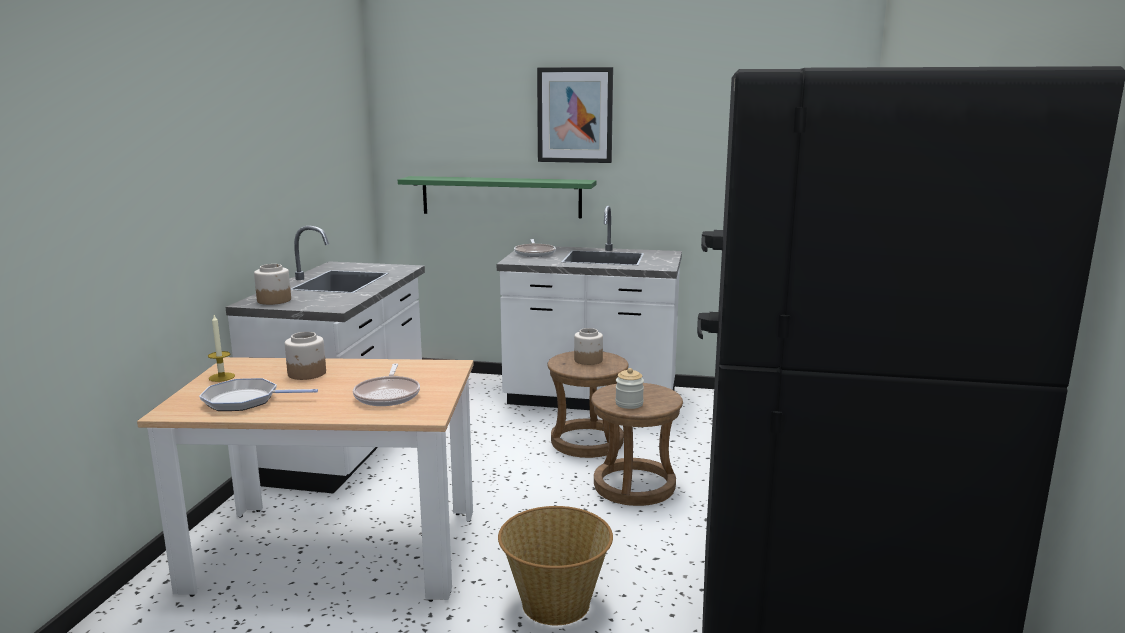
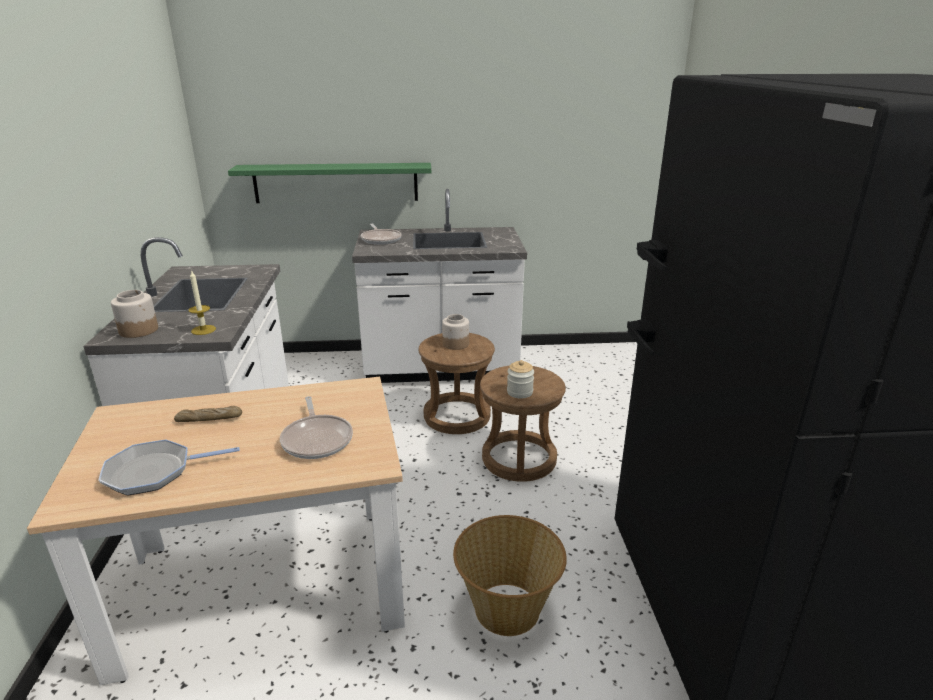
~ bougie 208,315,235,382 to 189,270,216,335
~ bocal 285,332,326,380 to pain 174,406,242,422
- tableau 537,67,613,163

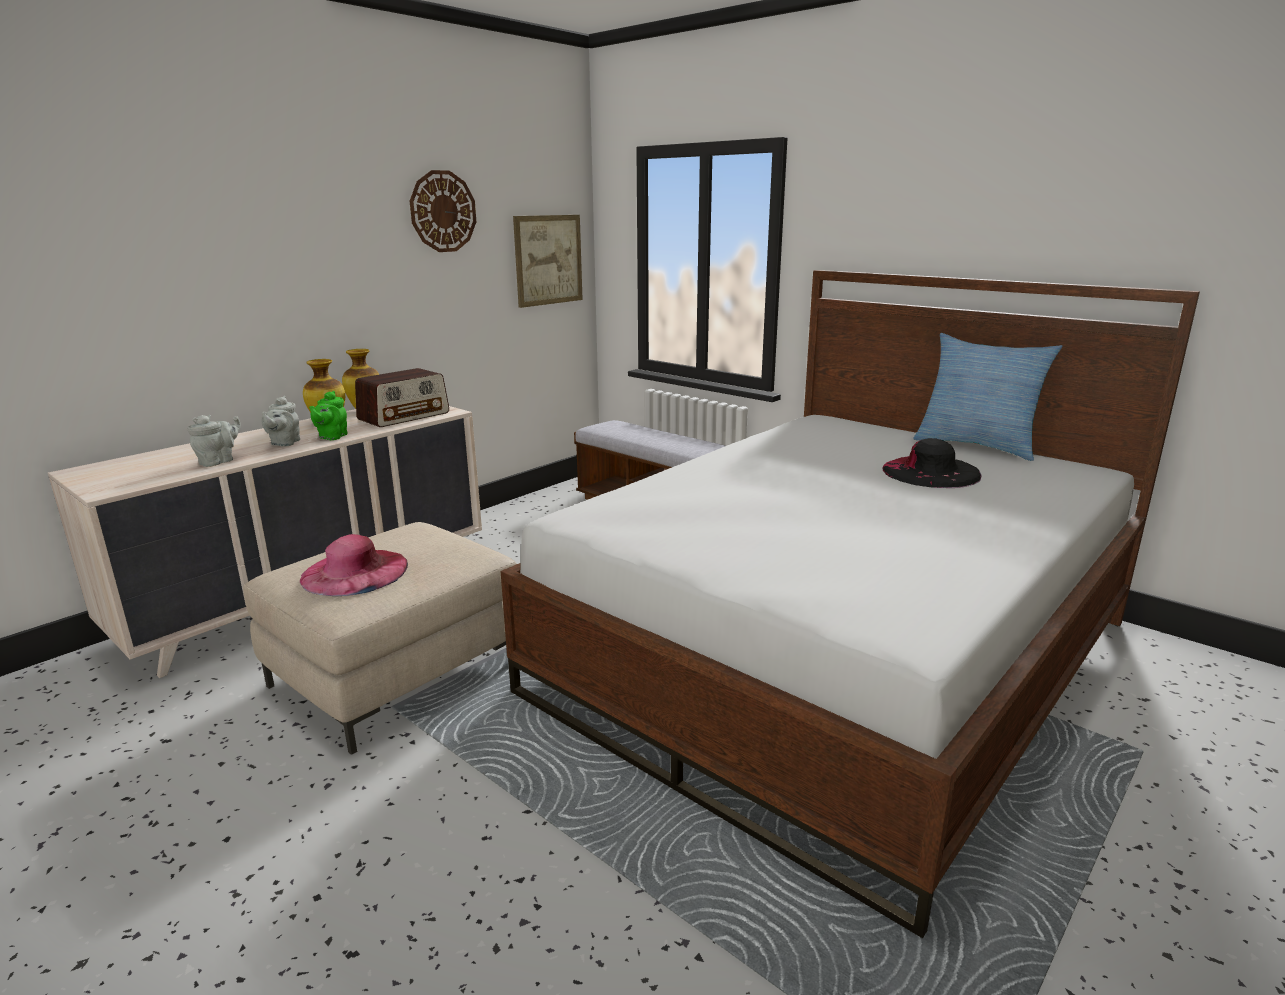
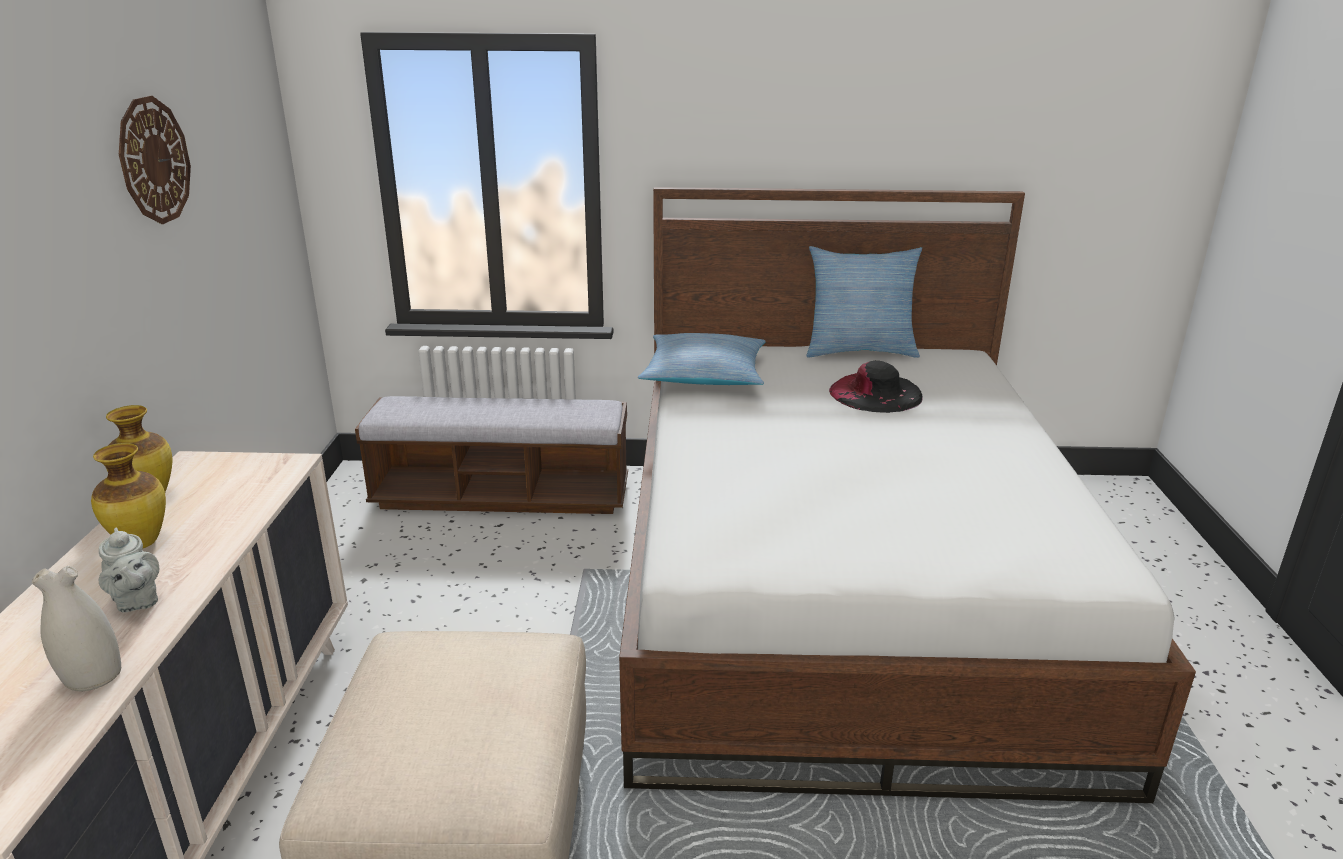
~ théière (gris) 187,415,241,467 to vase (blanc) 32,566,121,691
- chapeau (rose) 300,534,408,596
- théière (vert) 309,391,347,440
- radio 355,368,449,427
- tableau 513,215,583,308
+ coussin 638,333,766,385

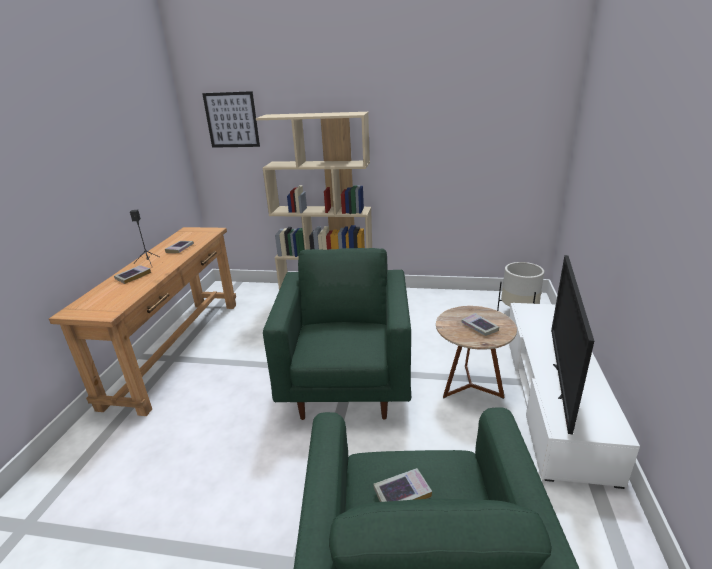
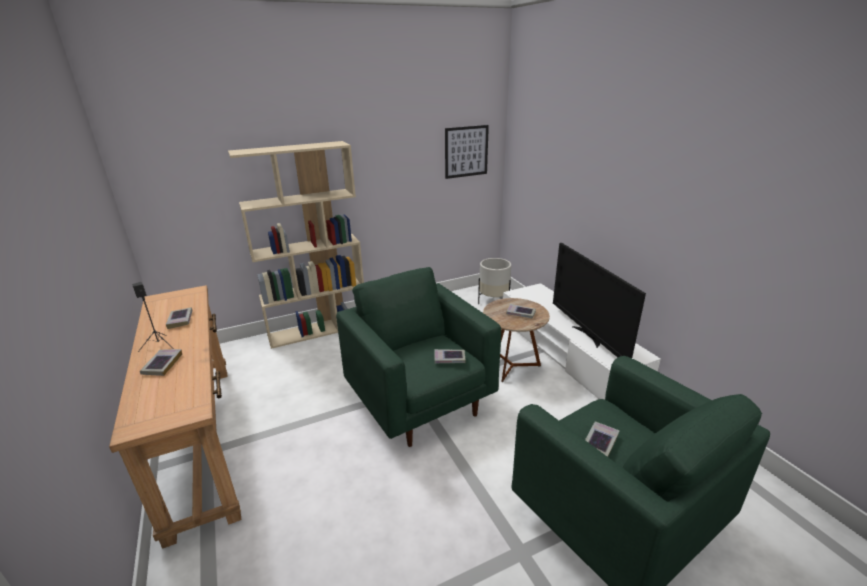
~ tableau 202,91,260,148 to 445,125,489,179
+ livre 434,349,466,363

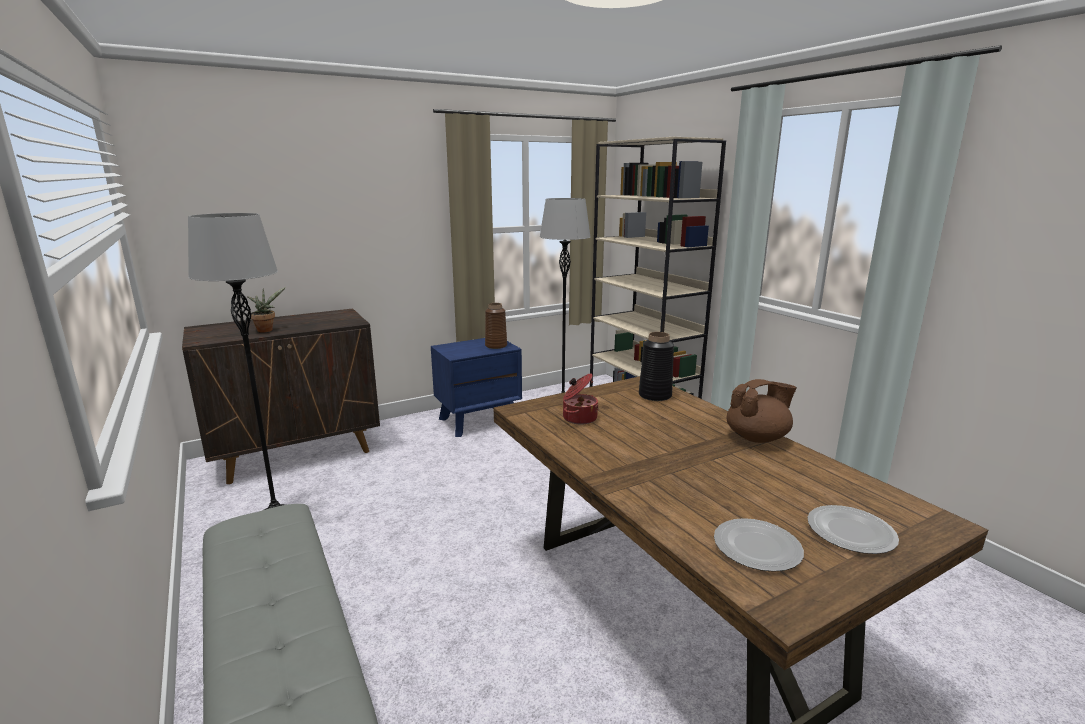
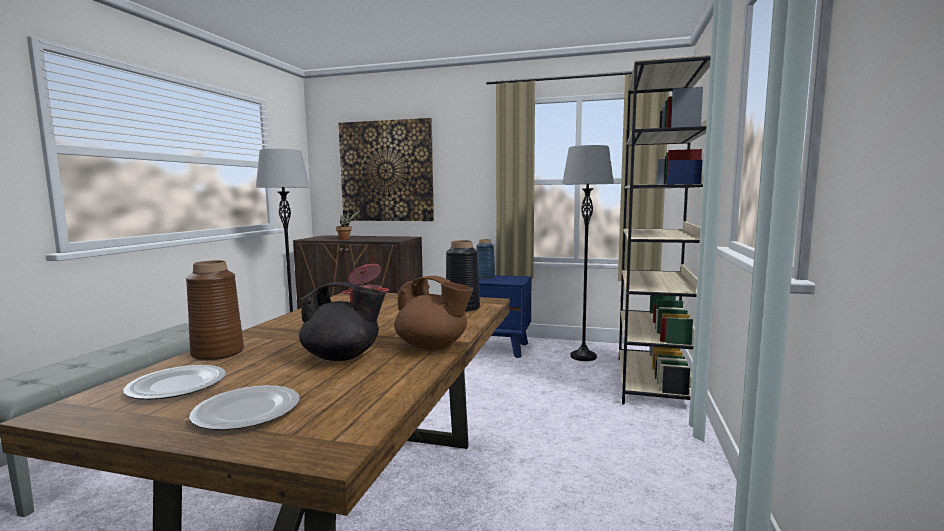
~ vase (marron) 485,303,507,349 to 186,260,244,361
+ théière (noir) 299,282,386,361
+ tableau 338,118,434,221
+ vase (bleu) 476,239,495,279

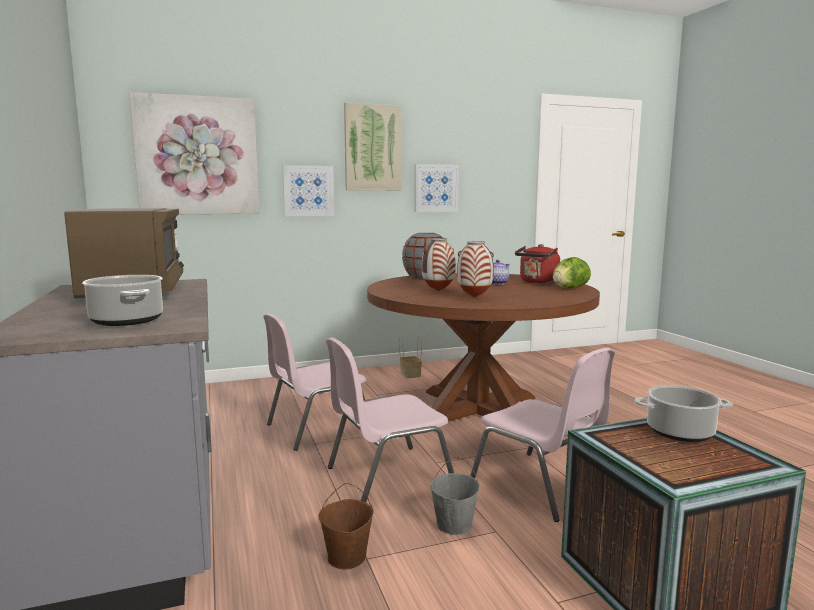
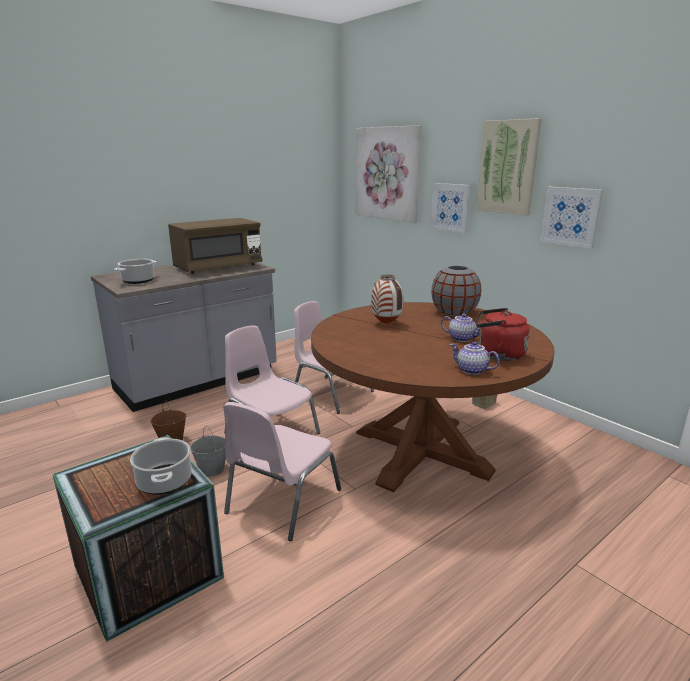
- vase 457,241,494,297
~ laitue 553,257,591,288 to théière 450,341,500,375

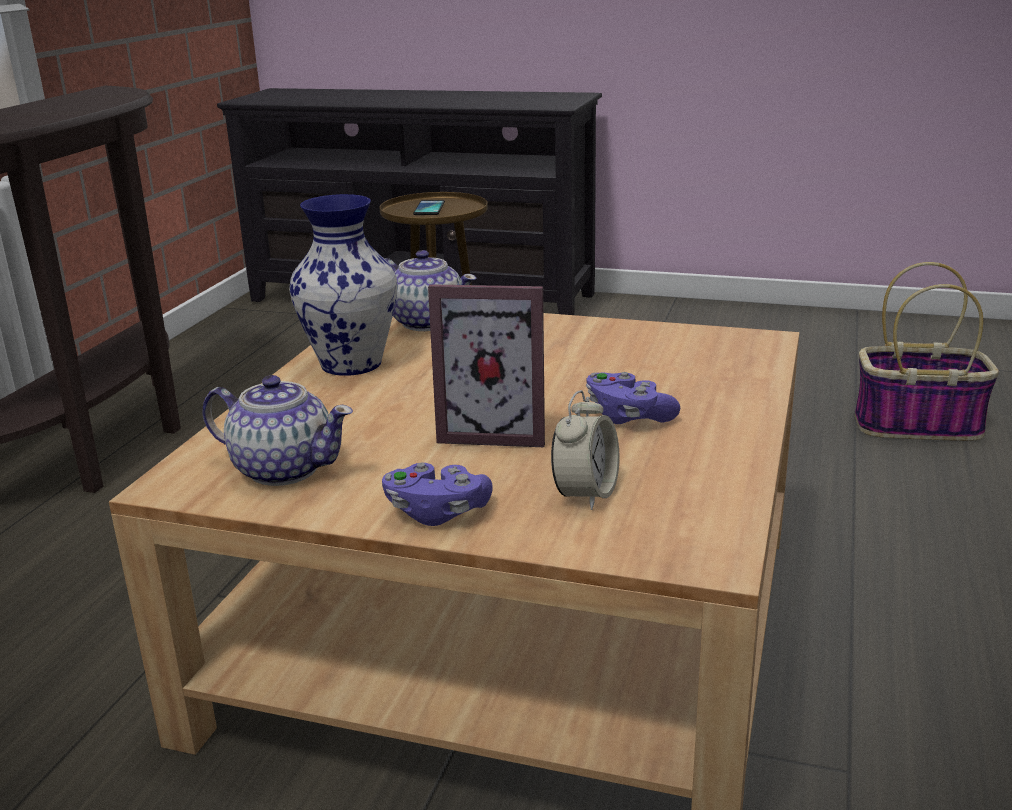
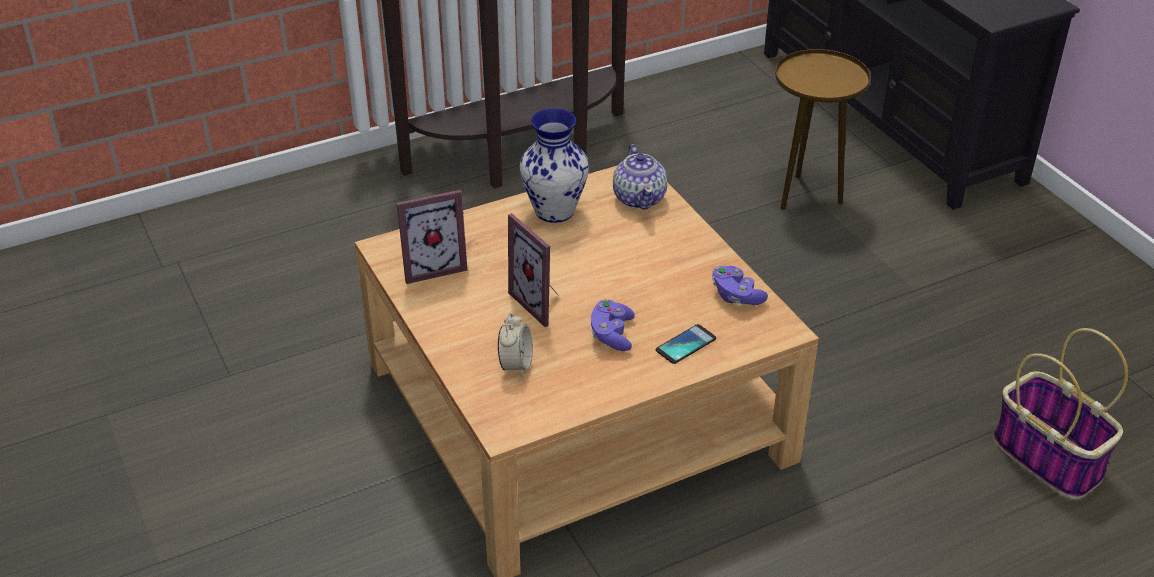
~ théière 203,375,353,486 to cadre photo 397,190,467,284
~ manette (violet) 382,463,493,526 to 712,266,768,305
~ téléphone 413,200,445,215 to 656,324,716,364
~ réveil 551,390,619,510 = 498,313,533,377 60 degrees counterclockwise

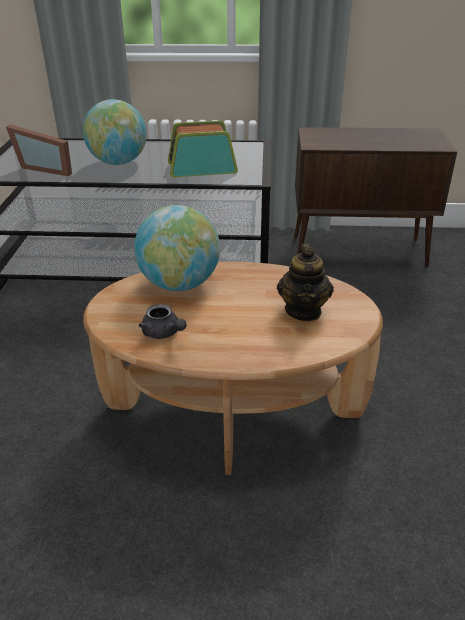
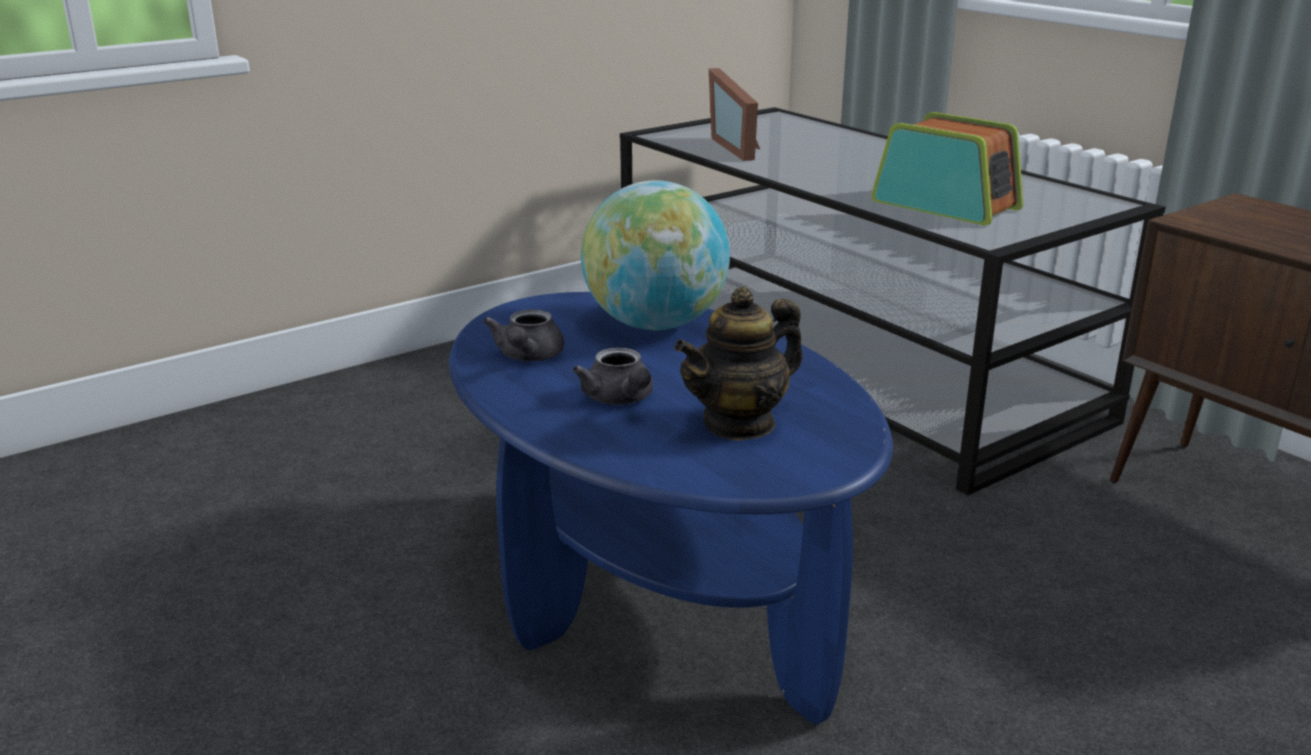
- globe 83,99,147,165
~ table basse (marron) 83,262,383,475 to table basse (bleu) 449,292,893,725
+ théière (gris) 573,348,653,405

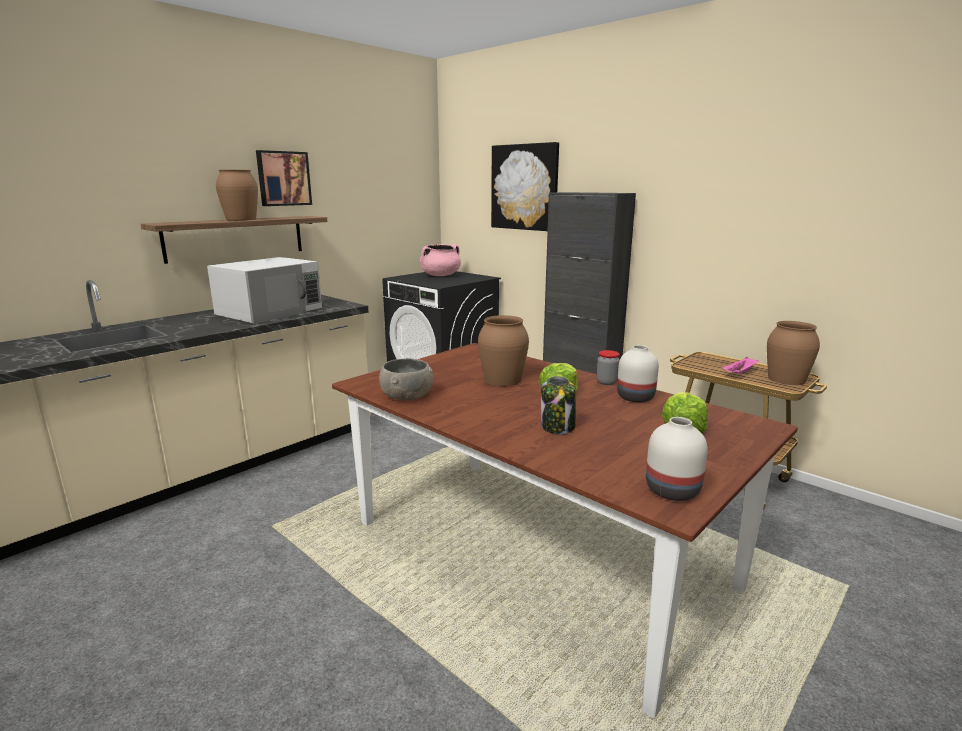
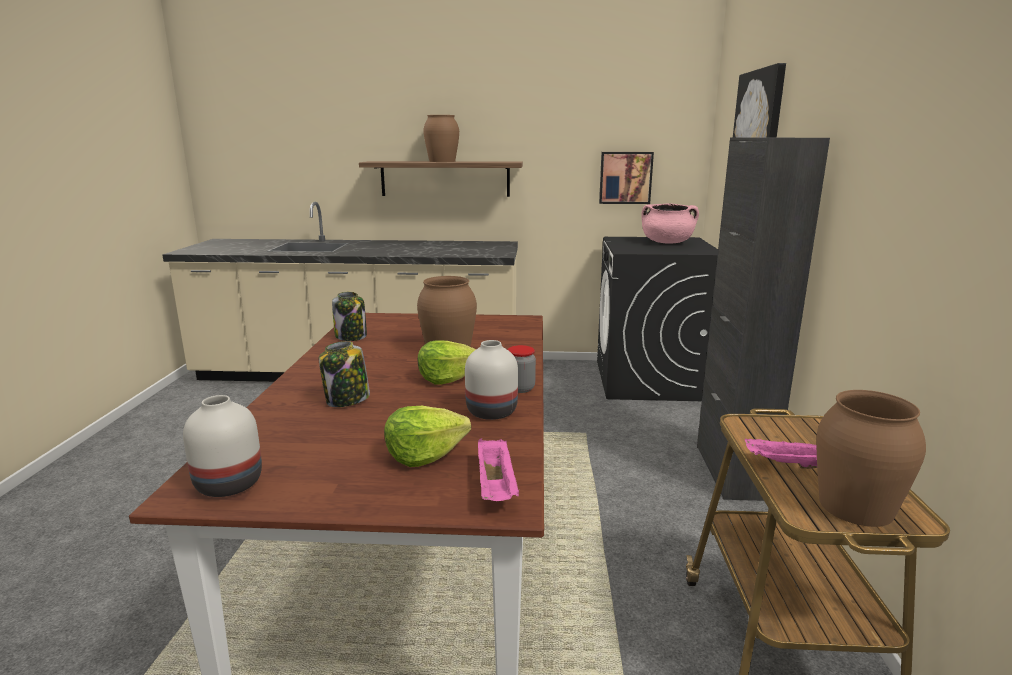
- micro-ondes (blanc) 207,257,322,324
~ tableau 256,150,312,206 to 599,152,654,204
~ bol (gris) 379,359,433,400 to bocal 332,292,367,341
+ plateau (rose) 478,438,519,501

